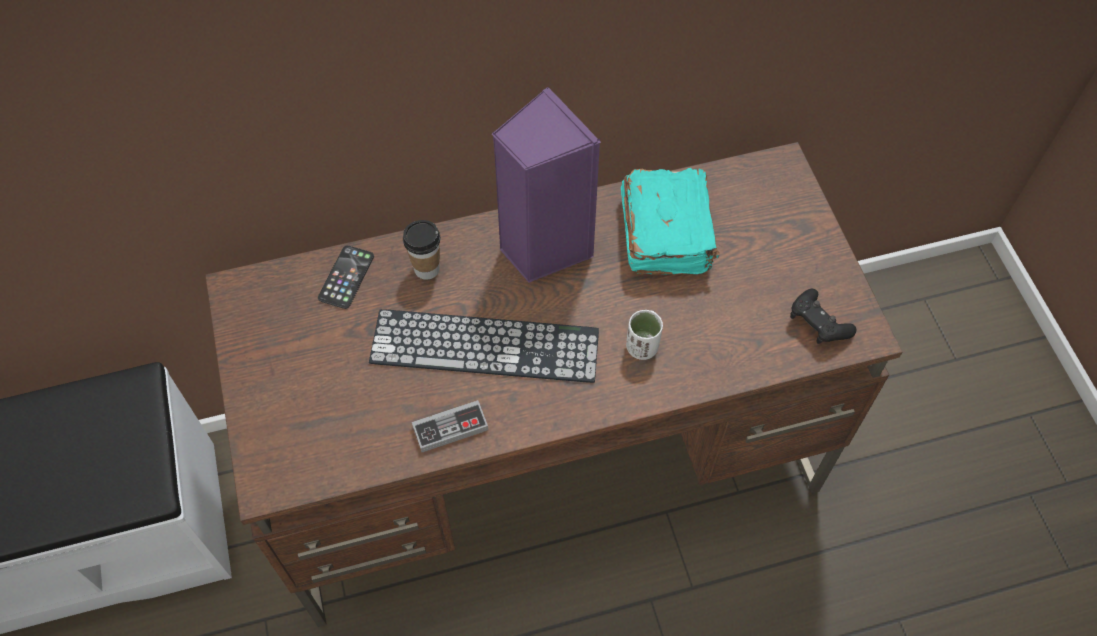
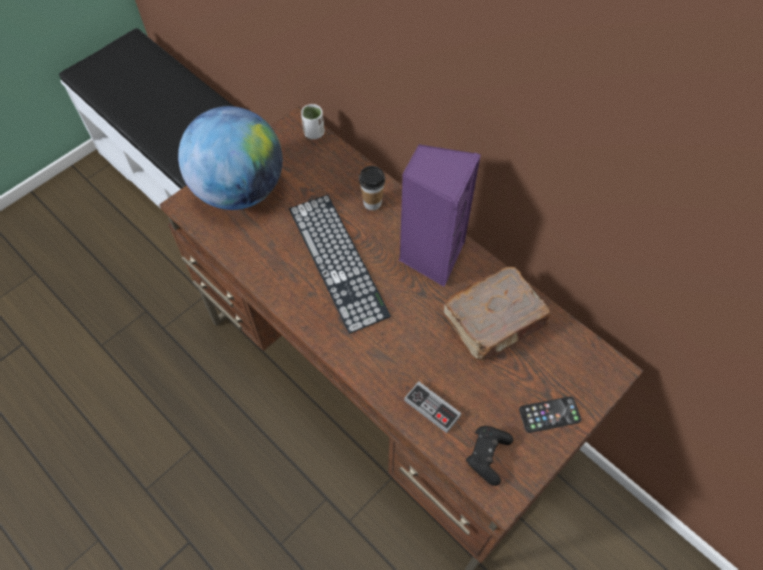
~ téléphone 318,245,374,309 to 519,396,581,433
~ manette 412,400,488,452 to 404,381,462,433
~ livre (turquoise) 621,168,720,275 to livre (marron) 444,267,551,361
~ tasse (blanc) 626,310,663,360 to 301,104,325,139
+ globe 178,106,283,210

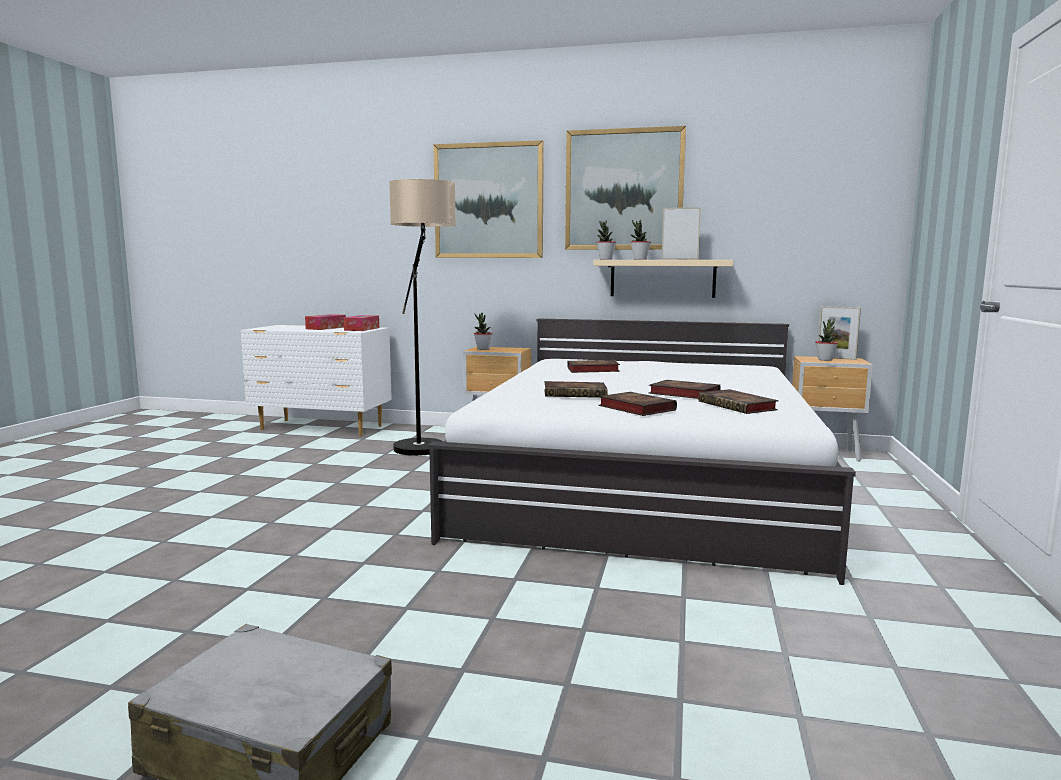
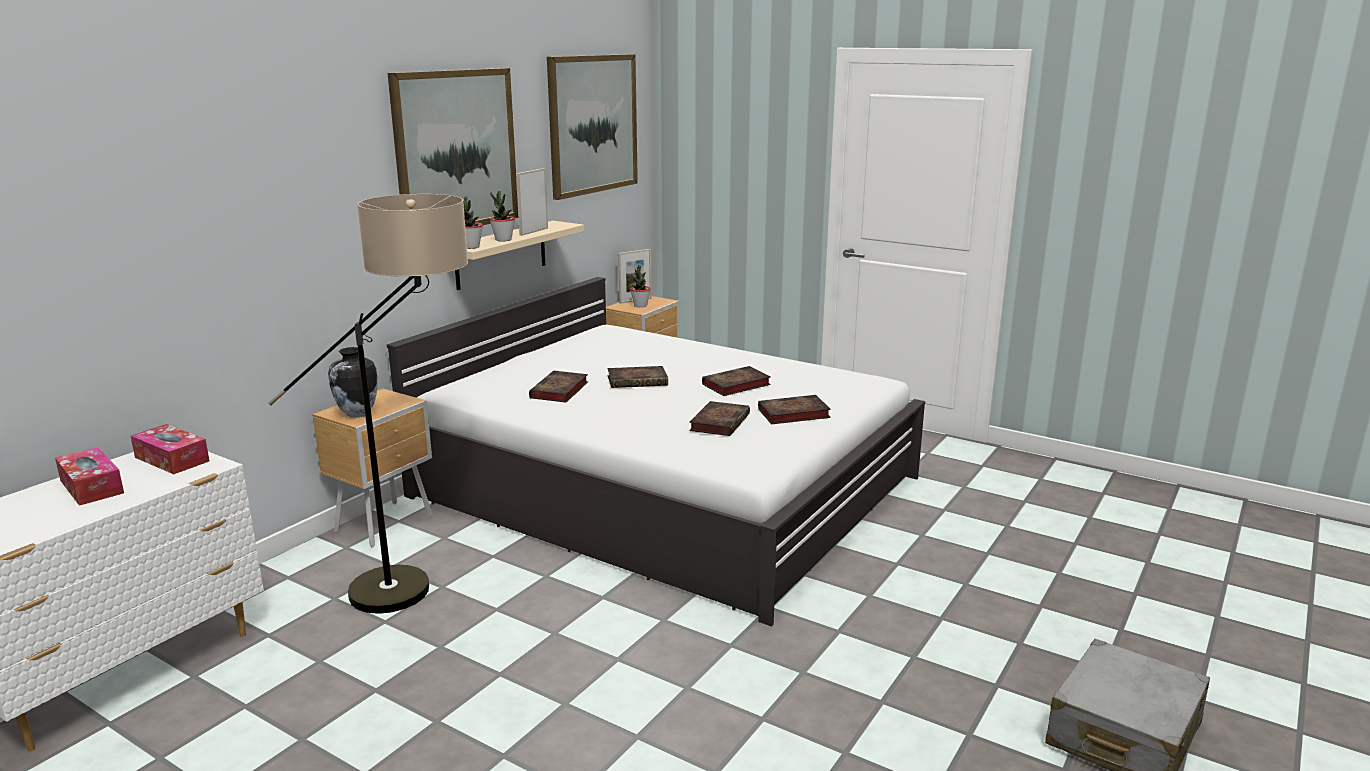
~ tableau 433,140,544,258 to 547,54,638,200
~ plante en pot 474,313,493,350 to vase 328,347,378,418
~ livre 698,389,779,414 to 607,366,668,388

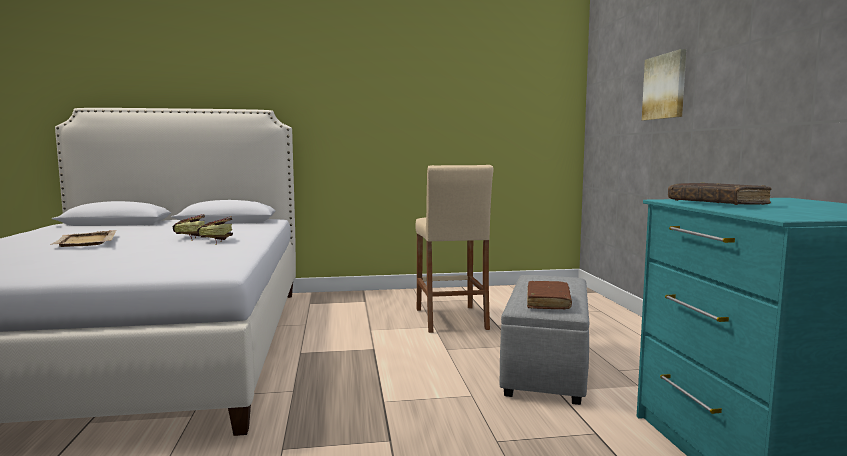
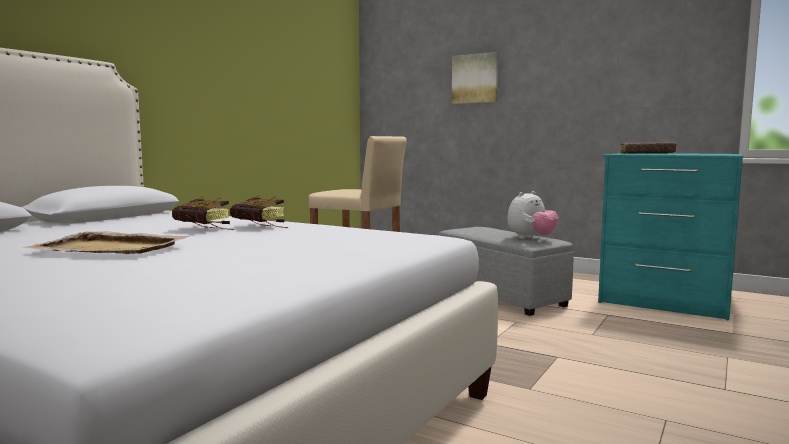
~ livre (marron) 527,281,572,309 to peluche 507,191,559,239

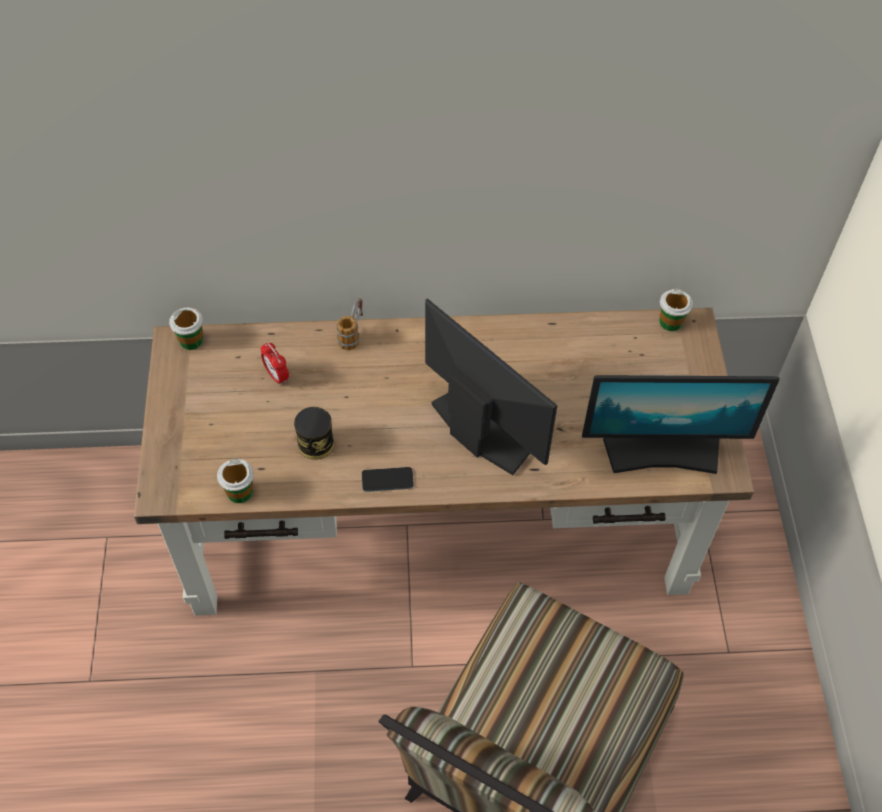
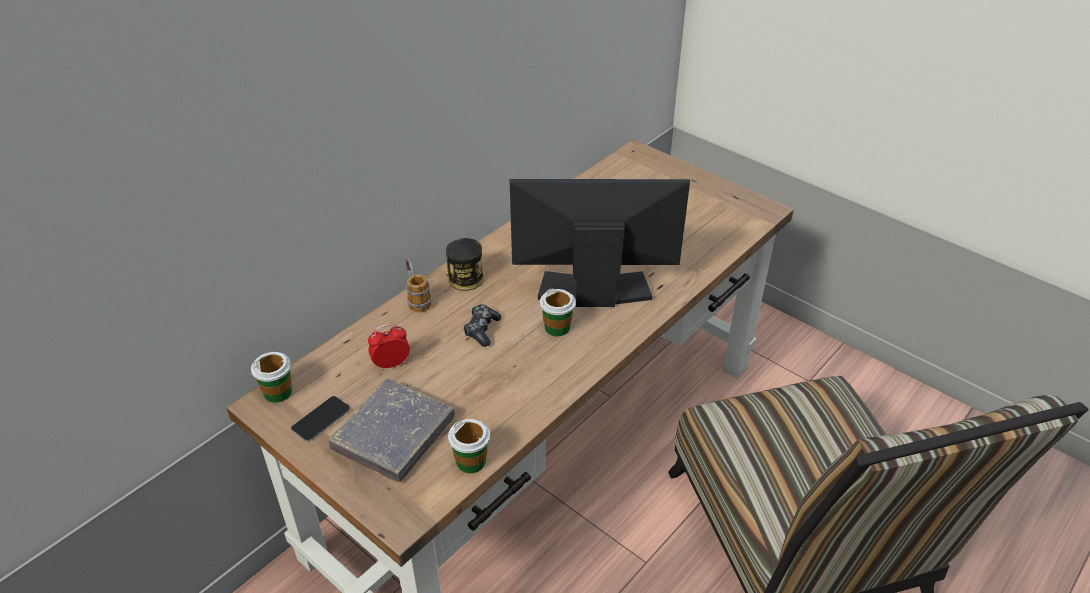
~ réveil 261,342,289,386 = 368,324,410,370 150 degrees clockwise
~ boîte métallique 294,407,334,460 to 446,238,484,291
~ téléphone 362,467,414,492 to 291,396,350,442
- écran d'ordinateur 582,375,780,474
~ tasse 659,288,693,331 to 540,289,576,336
+ livre (gris) 328,378,455,482
+ manette 463,304,502,347

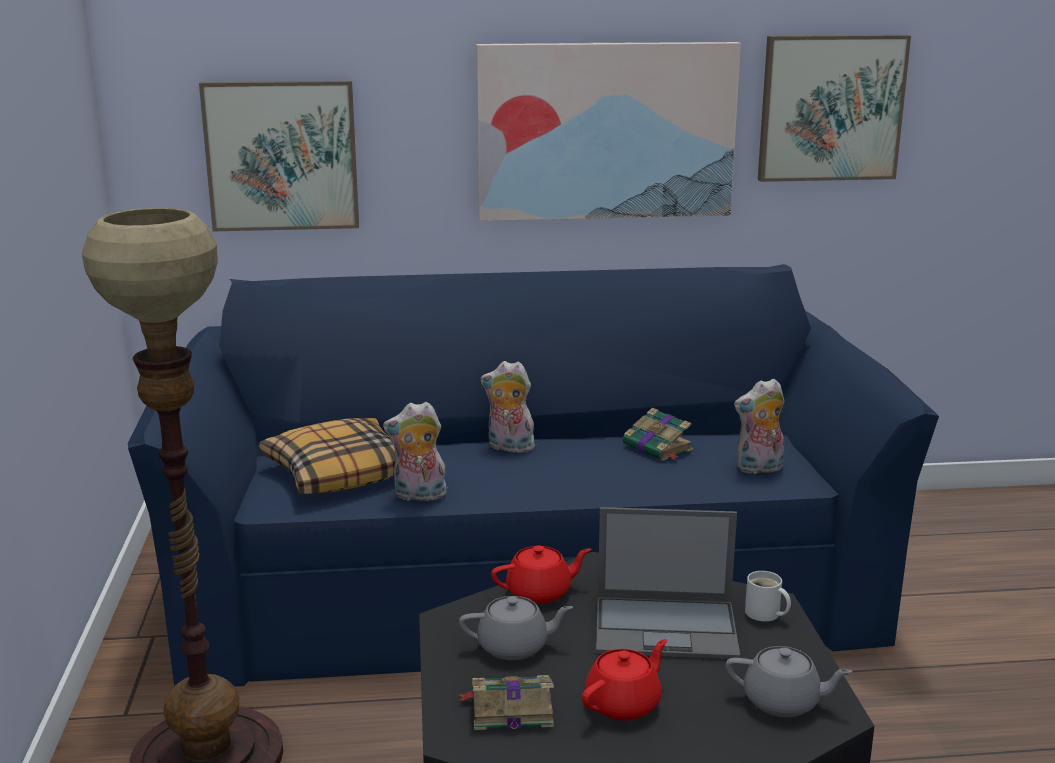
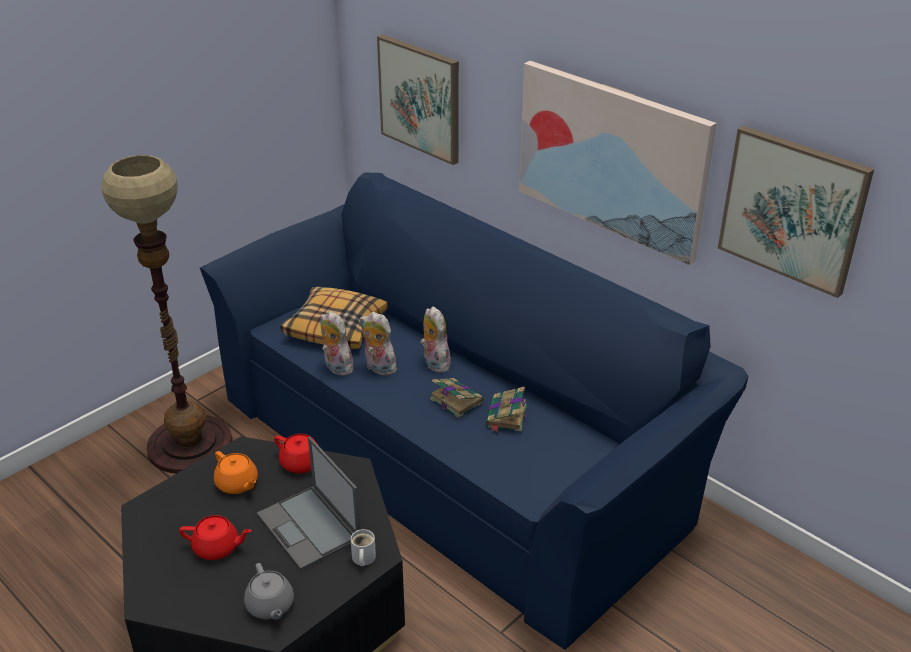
~ livre 457,675,554,730 to 430,378,483,418
~ théière (gris) 459,596,573,660 to théière (orange) 214,451,258,494
~ peluche 734,378,784,474 to 360,312,398,375

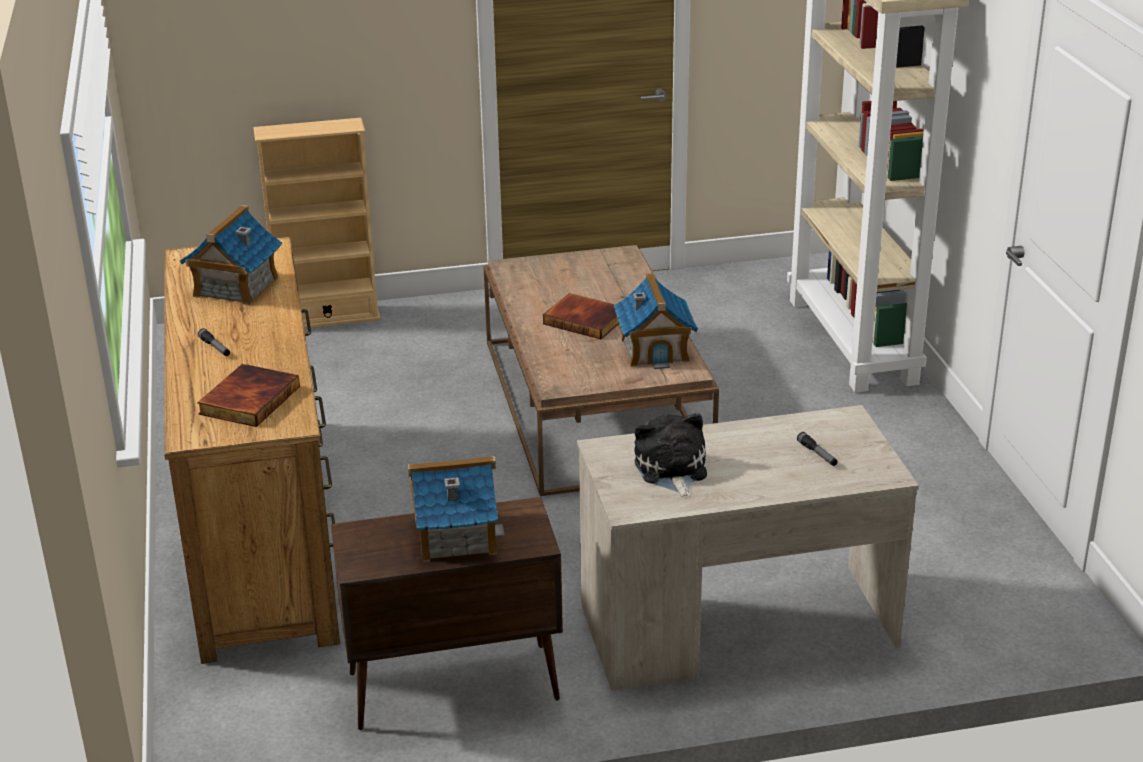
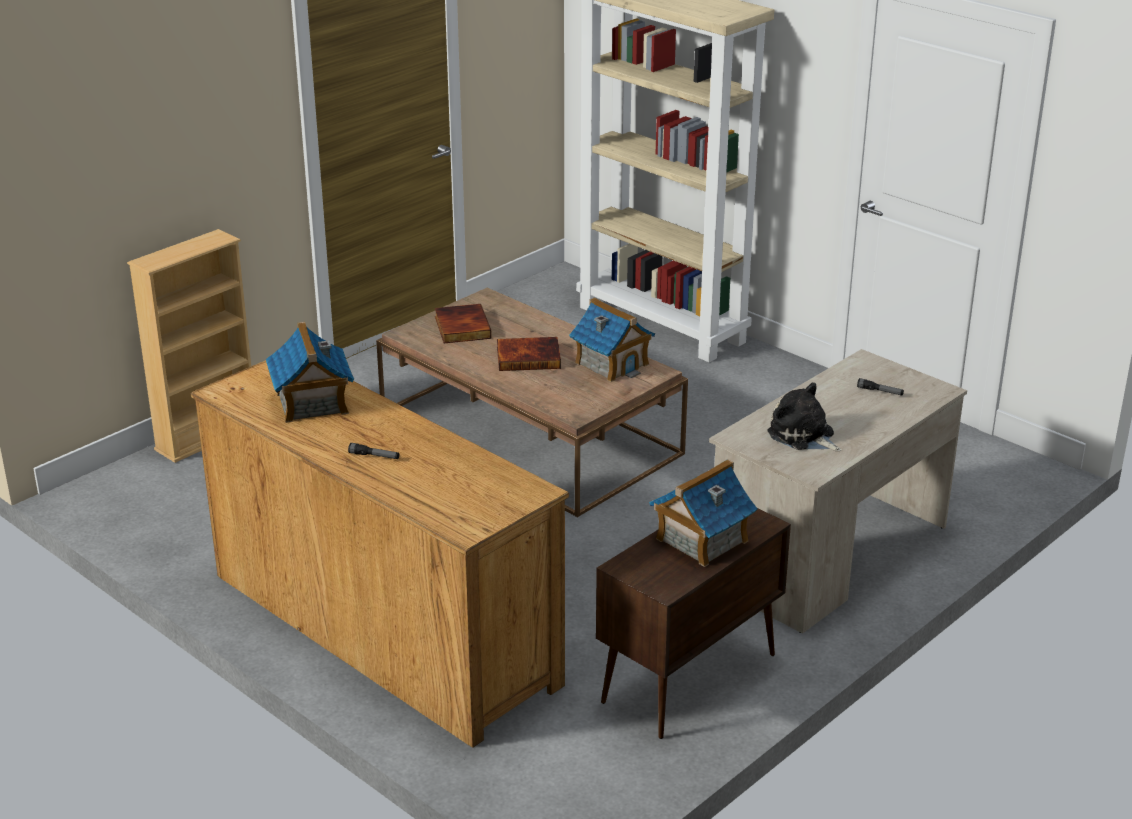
~ livre 197,364,300,427 to 435,304,492,343

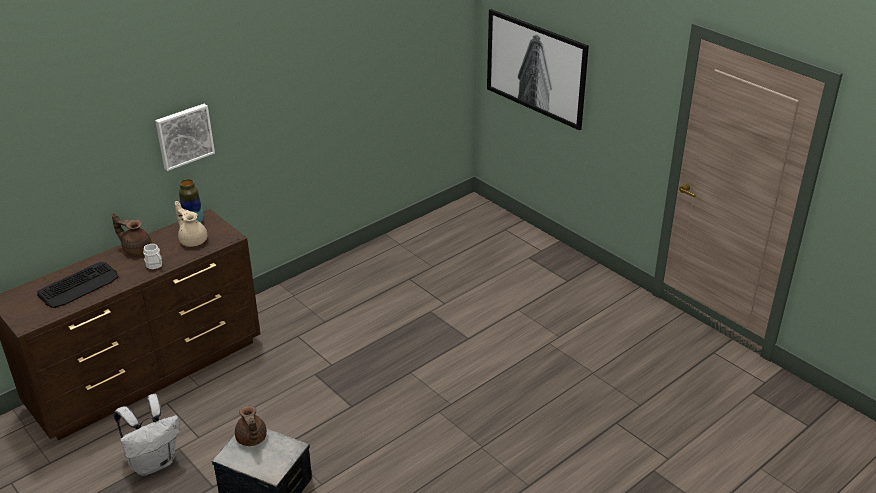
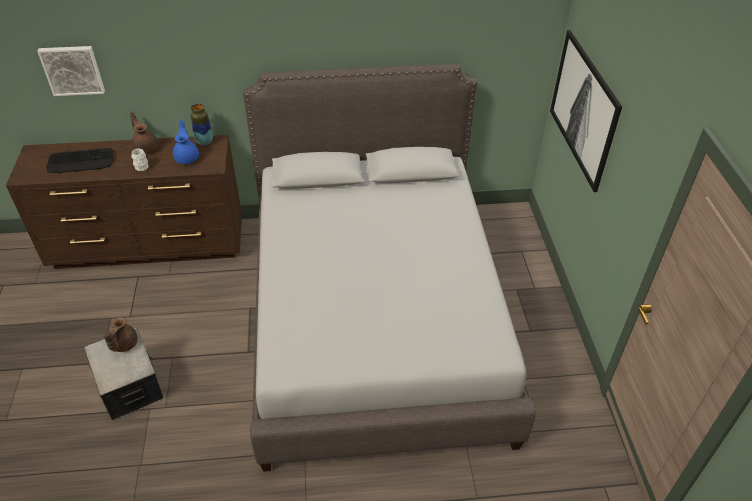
- sac à dos (blanc) 114,394,179,476
~ tableau 155,104,215,171 to 37,46,105,96
~ théière (beige) 175,201,207,247 to théière (bleu) 173,120,199,164
+ lit (gris) 243,64,536,472

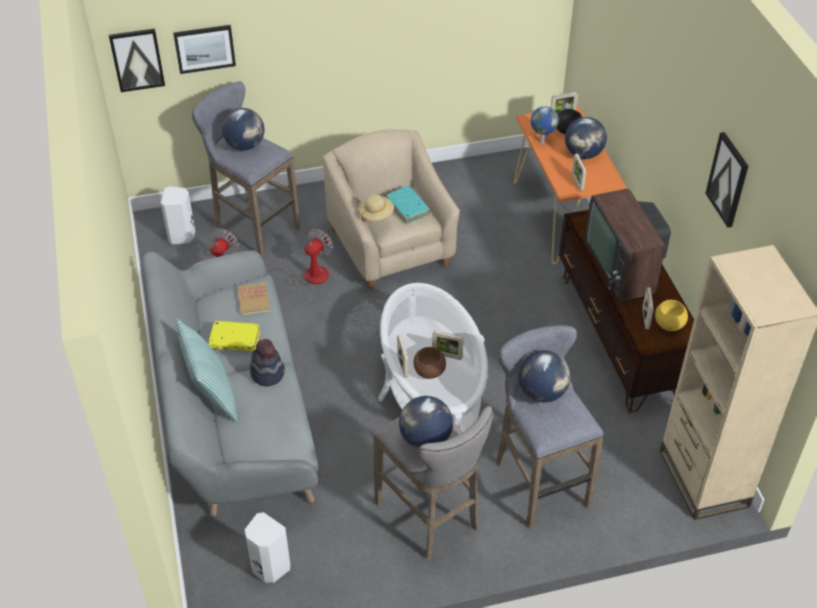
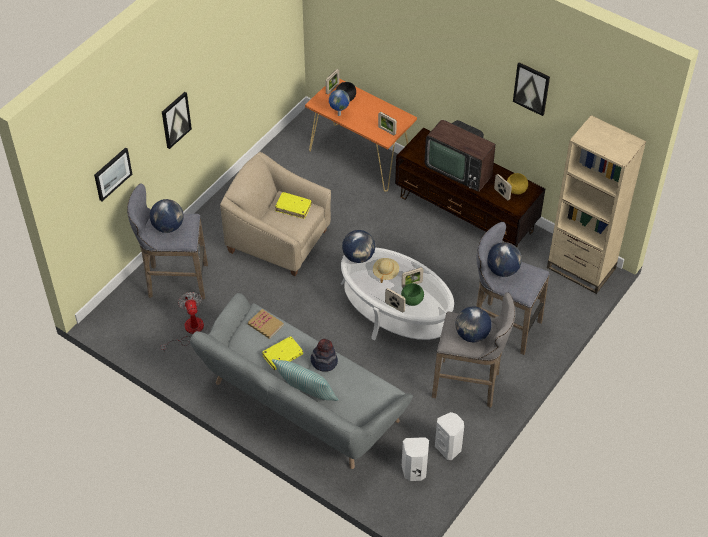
~ tableau 109,28,165,92 to 162,92,192,149
~ enceinte (blanc) 161,186,195,244 to 435,412,464,460
- ventilateur 267,229,333,286
~ chapeau (beige) 359,194,394,221 to 373,258,399,283
~ livre (turquoise) 386,186,430,224 to livre (jaune) 275,192,312,219
~ bol (marron) 413,347,446,379 to bol (vert) 401,283,424,306
~ globe 565,117,607,159 to 342,230,375,263

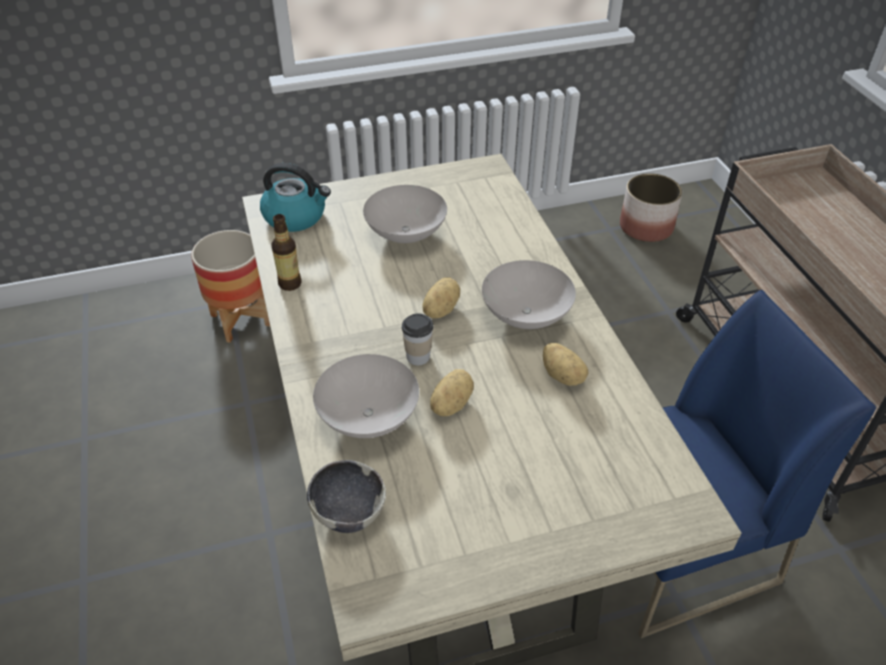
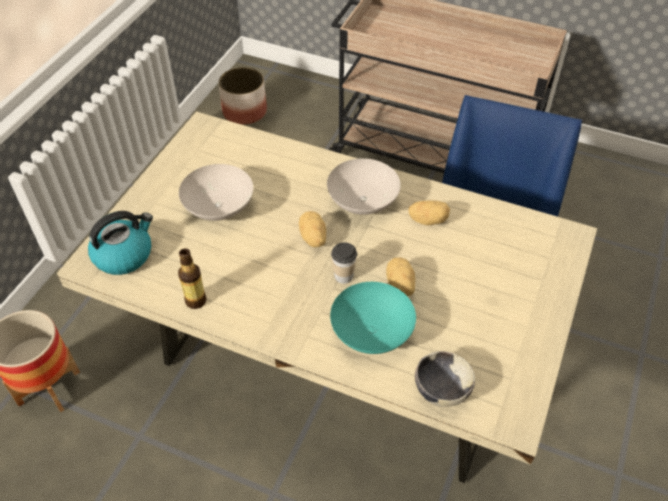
~ bol (blanc) 313,354,419,438 to bol (turquoise) 330,282,416,354

